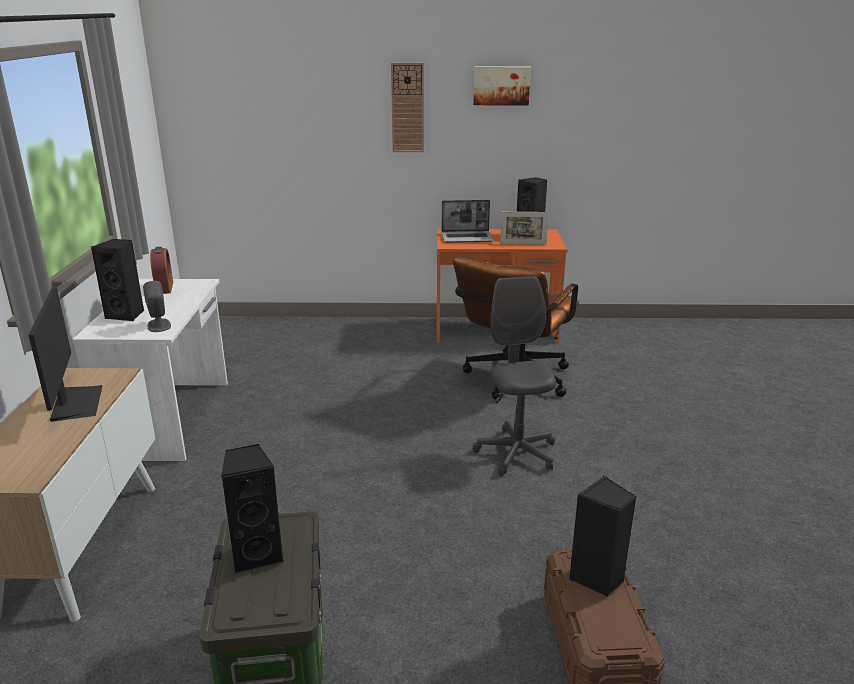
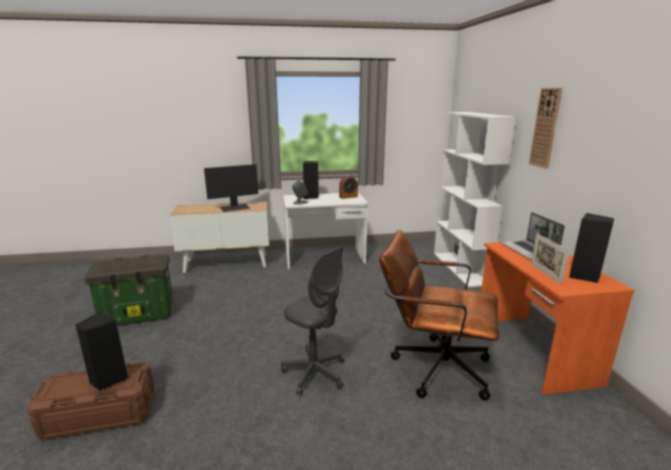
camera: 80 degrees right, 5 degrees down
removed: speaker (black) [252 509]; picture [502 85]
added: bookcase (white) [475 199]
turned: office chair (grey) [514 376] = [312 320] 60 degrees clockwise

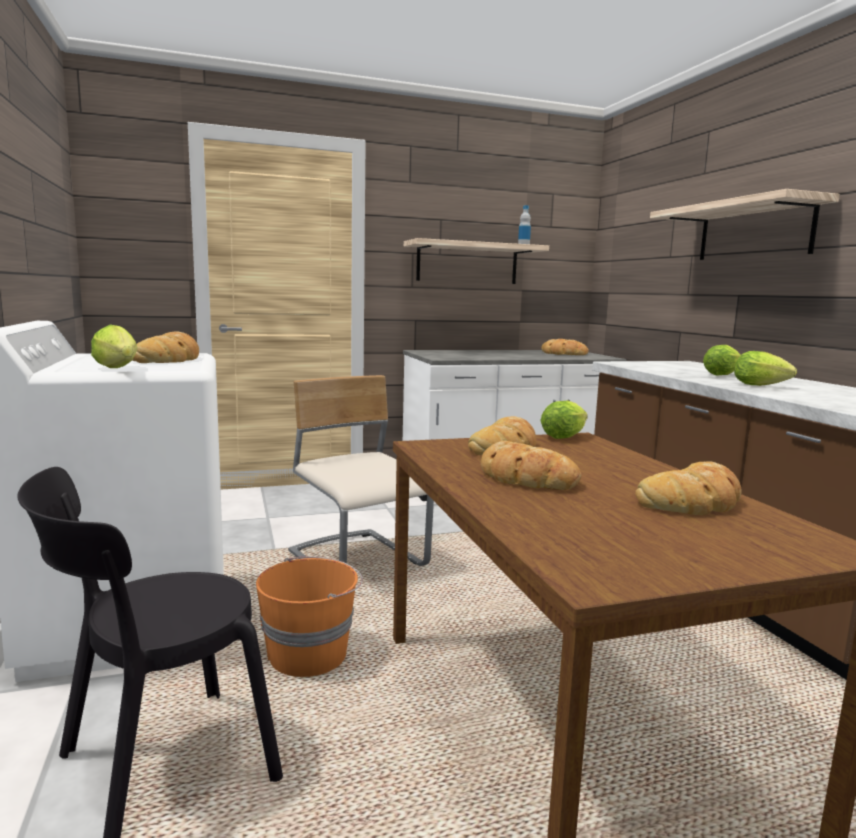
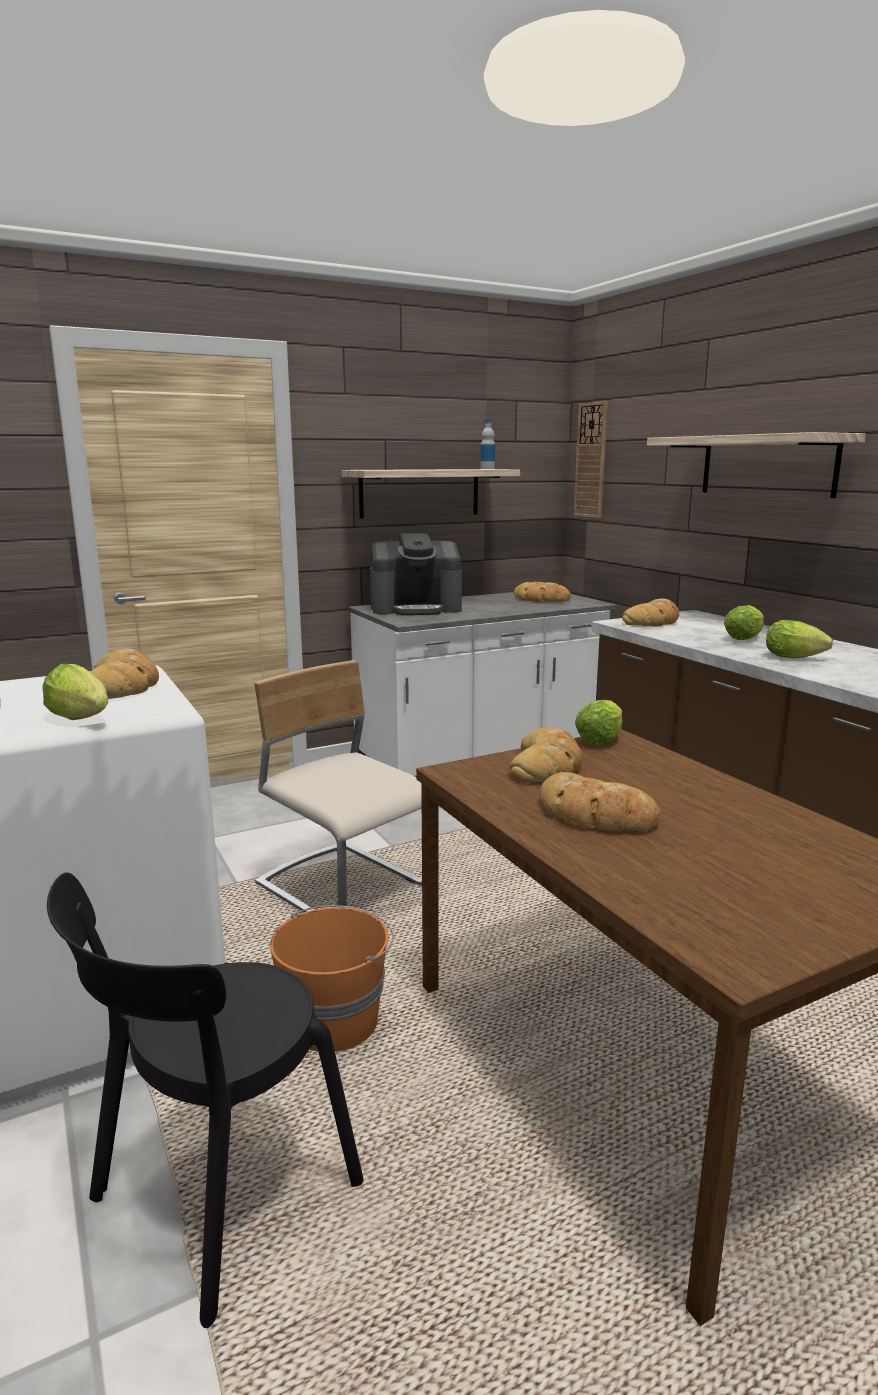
camera: 10 degrees left, 5 degrees up
added: coffee machine [416 574]; wall clock [591 459]
moved: bread [688 488] to [650 612]

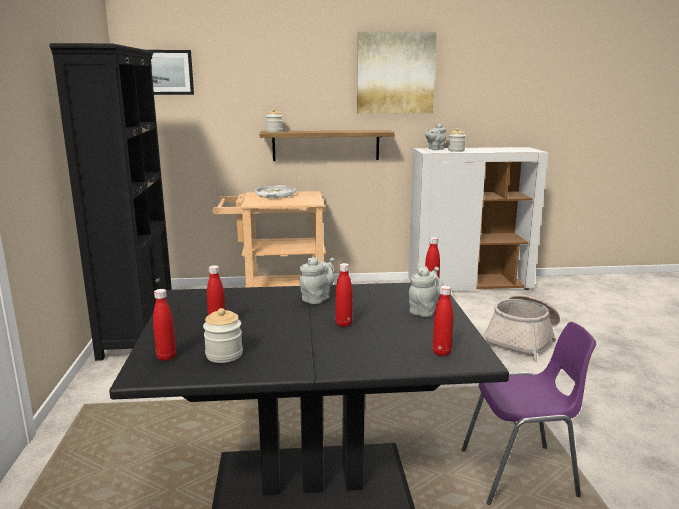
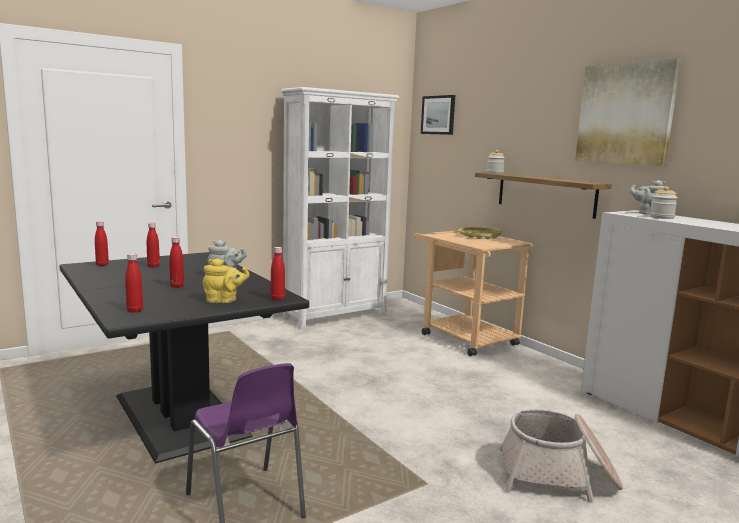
camera: 60 degrees right, 5 degrees down
removed: jar [223 335]
recoloured: bookcase (black) [110 202] to bookcase (white) [340 208]; tray (white) [275 192] to tray (yellow) [480 233]; teapot (grey) [426 291] to teapot (yellow) [226 280]

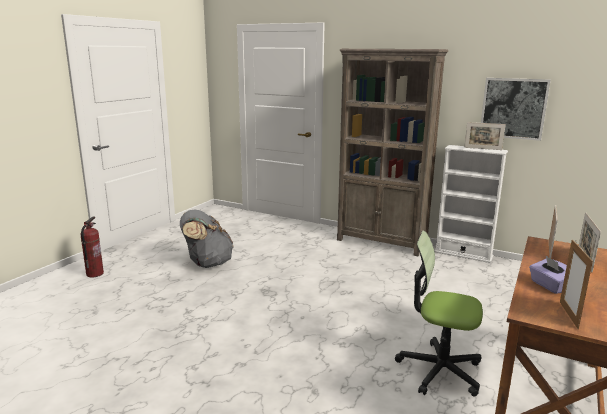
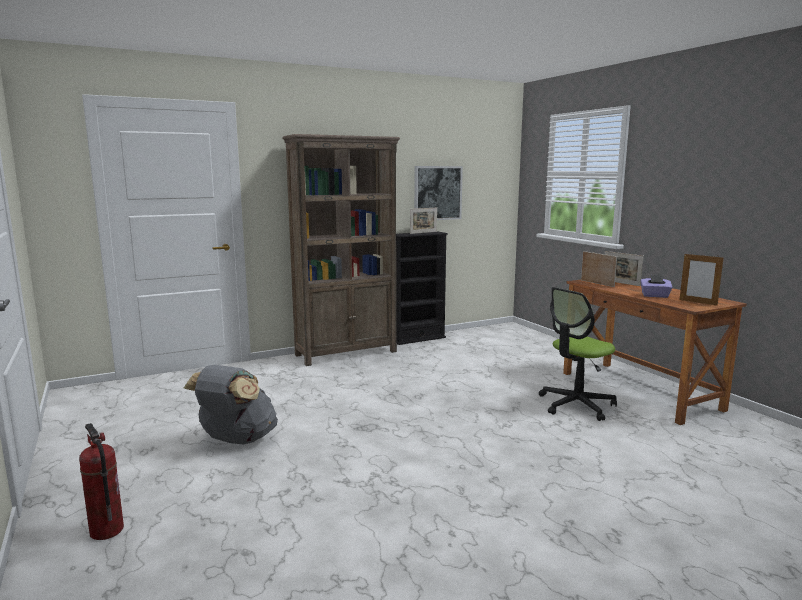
camera: 55 degrees left, 5 degrees down
recoloured: bookcase (white) [471 204] to bookcase (black) [422 288]

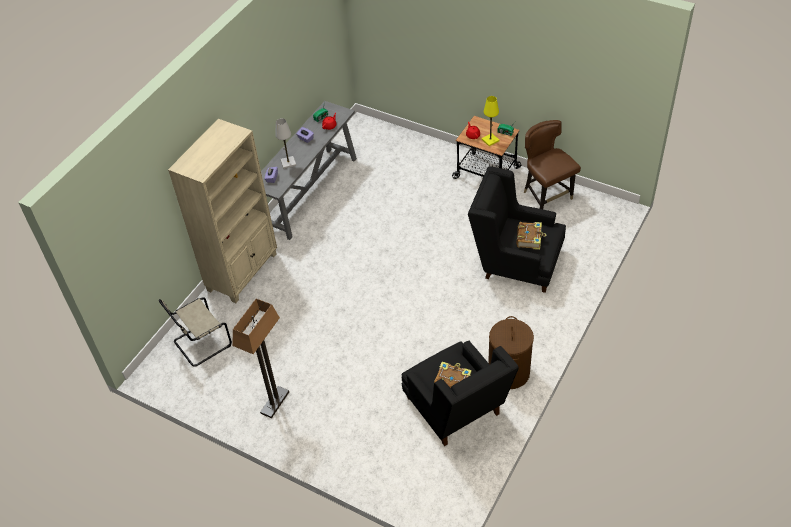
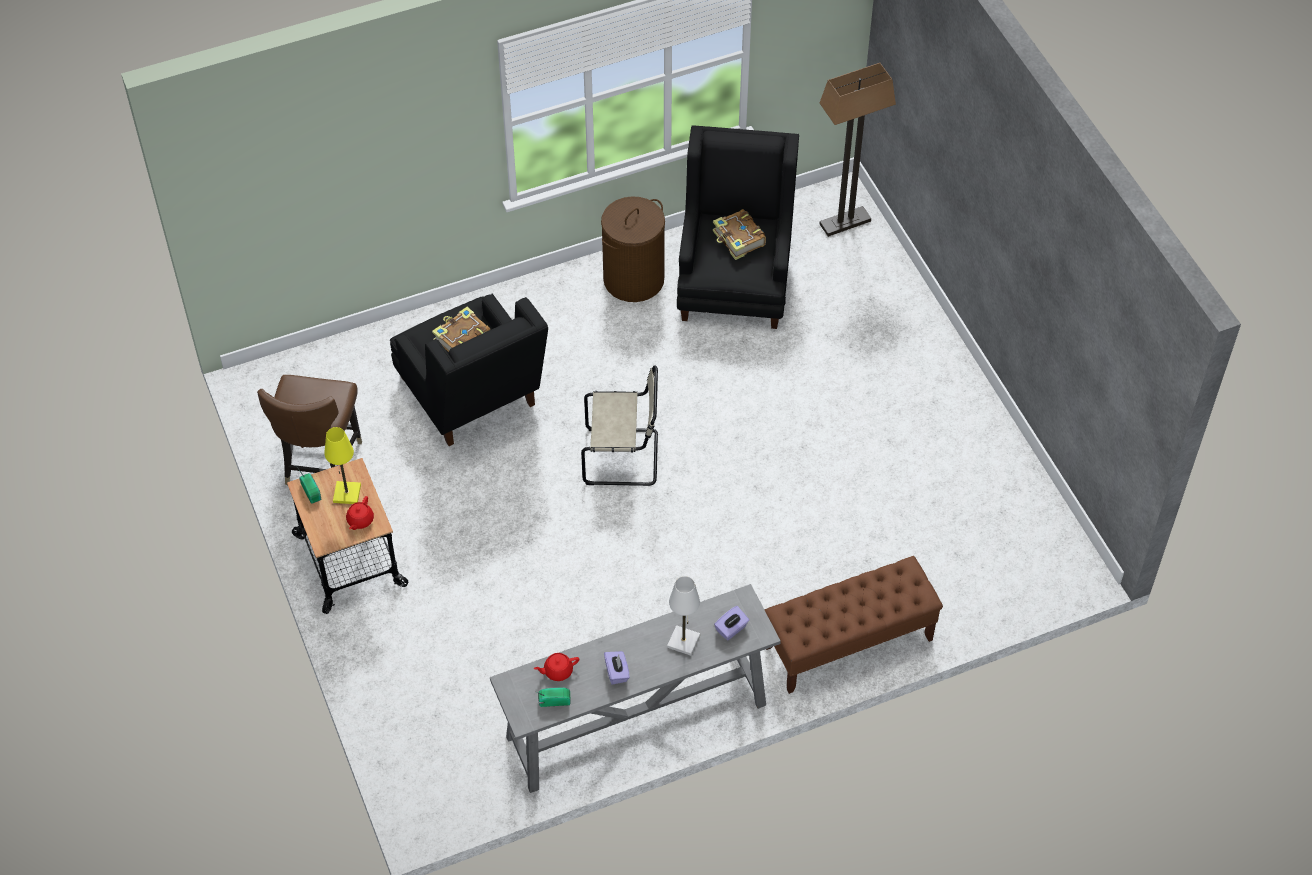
camera: 145 degrees left, 5 degrees up
moved: chair (beige) [195 332] to [619 425]; floor lamp [261 358] to [858 150]
replaced: bookcase (beige) [222 211] to bench (brown) [854 625]

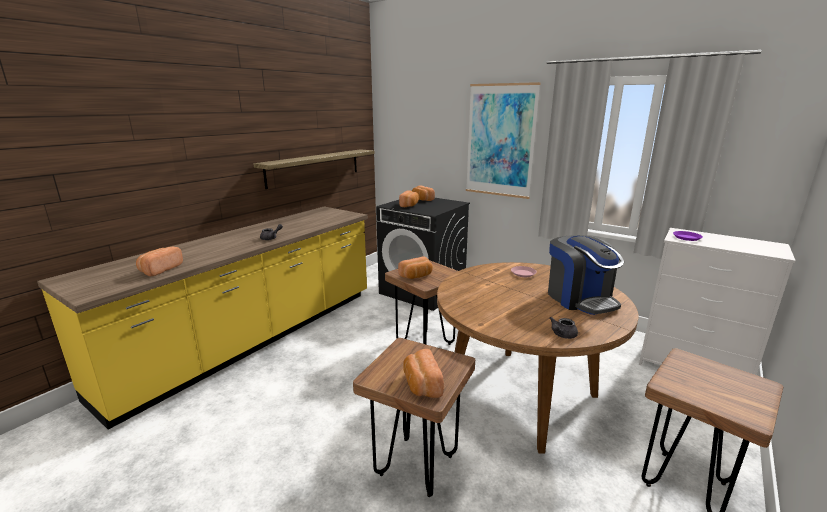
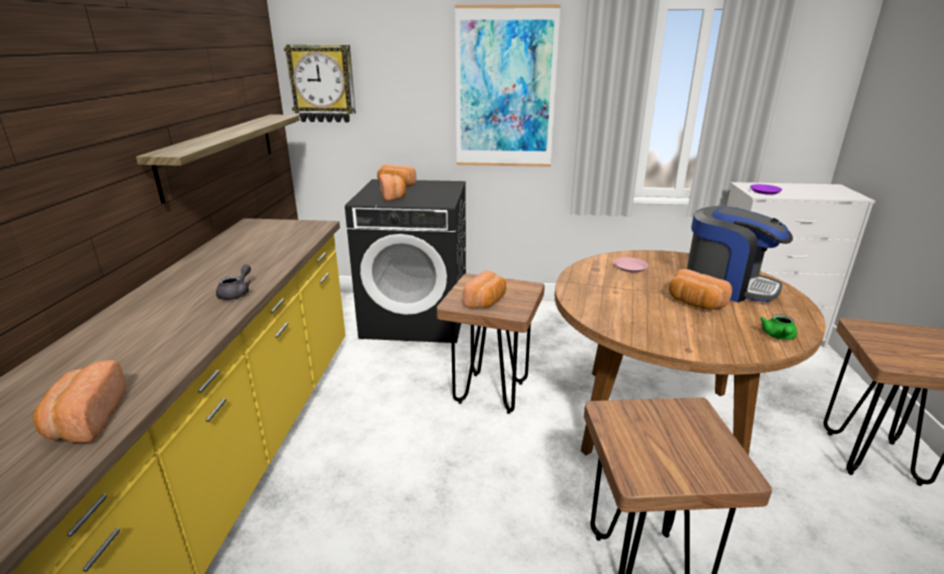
camera: 30 degrees left, 5 degrees up
added: wall clock [320 83]
moved: bread [423 373] to [700 289]
recoloured: teapot (grey) [564 328] to teapot (green) [778 327]

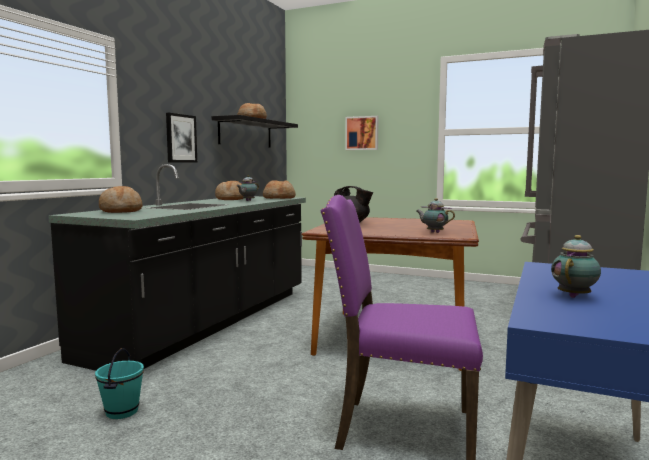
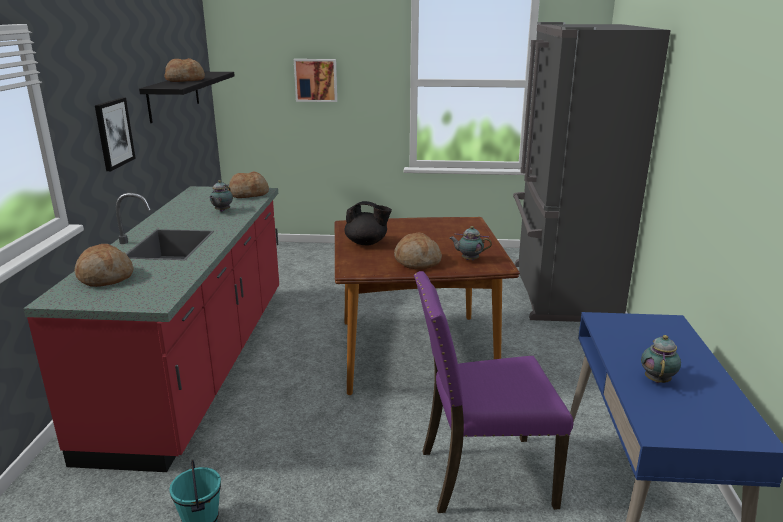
camera: 20 degrees left, 15 degrees up
moved: bread [229 190] to [418 250]
recoloured: counter (black) [177 267] to counter (red) [151 329]

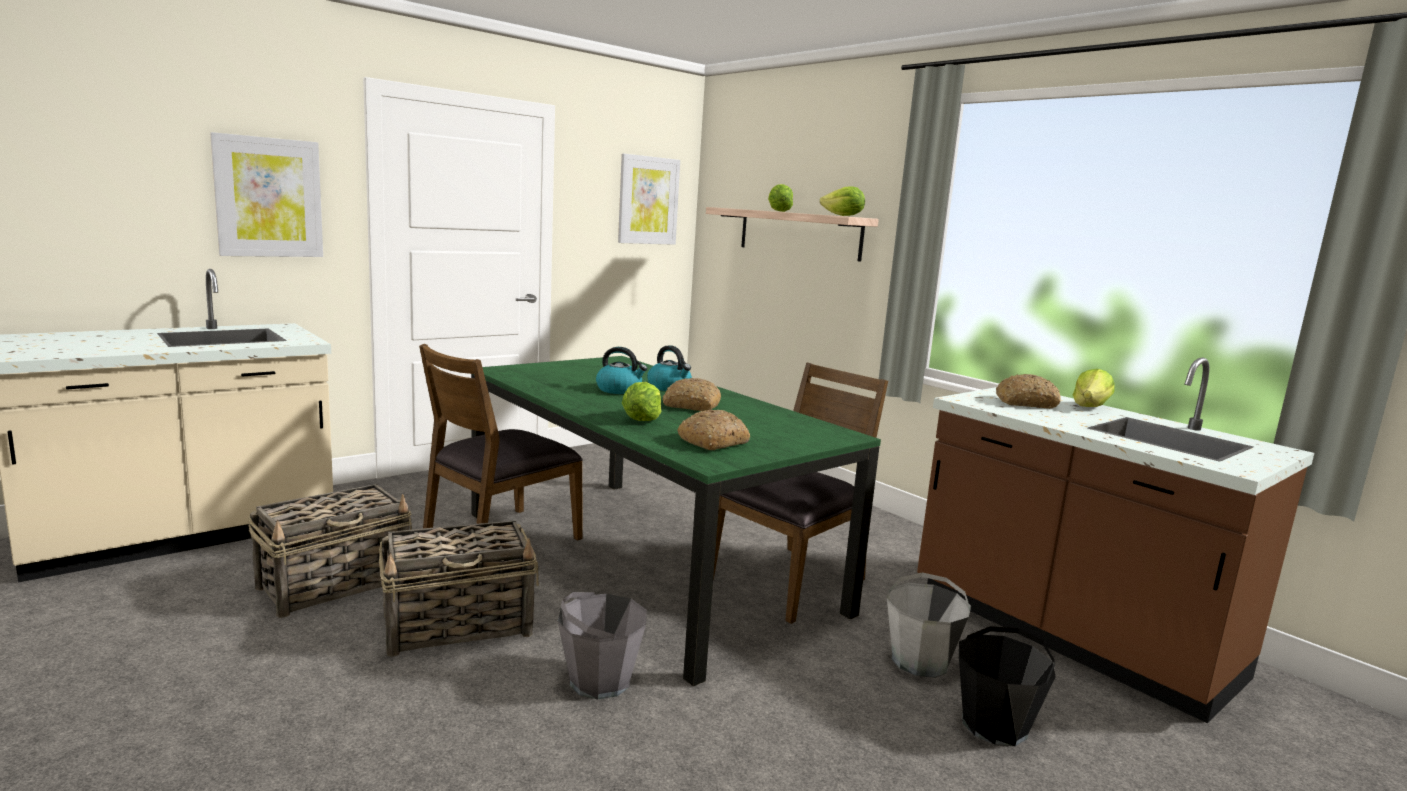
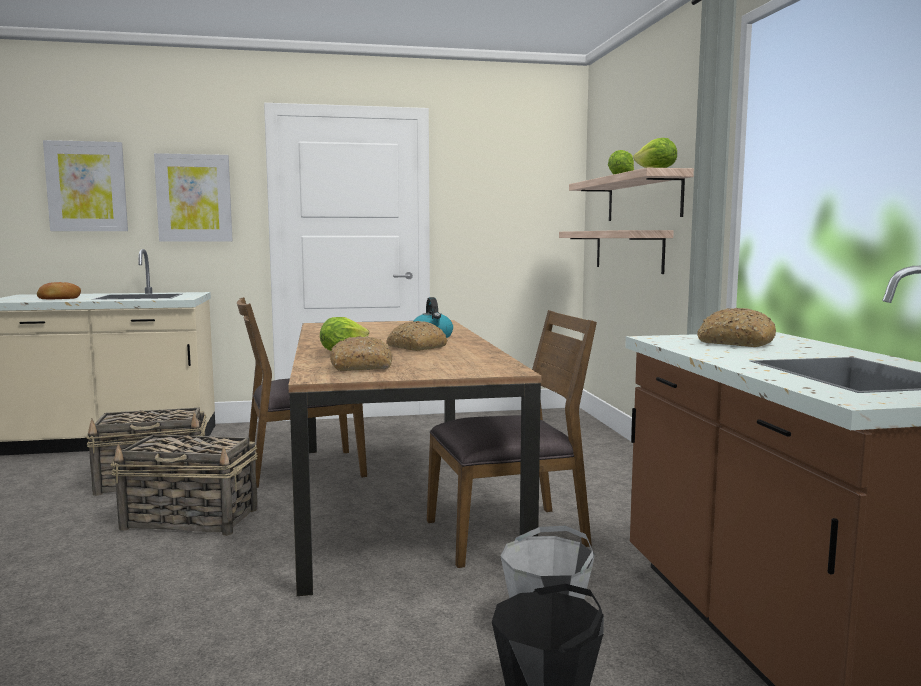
camera: 30 degrees right, 5 degrees down
removed: bucket (grey) [602 645]; kettle [621 370]; lettuce [1094 388]
added: bread [59 290]; shelf [616 252]
moved: picture [649 199] to [85 185]
recoloured: dining table (green) [676 521] to dining table (brown) [414 458]

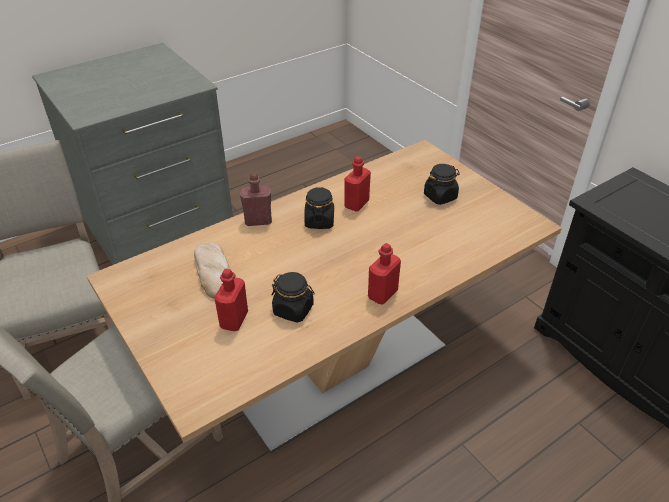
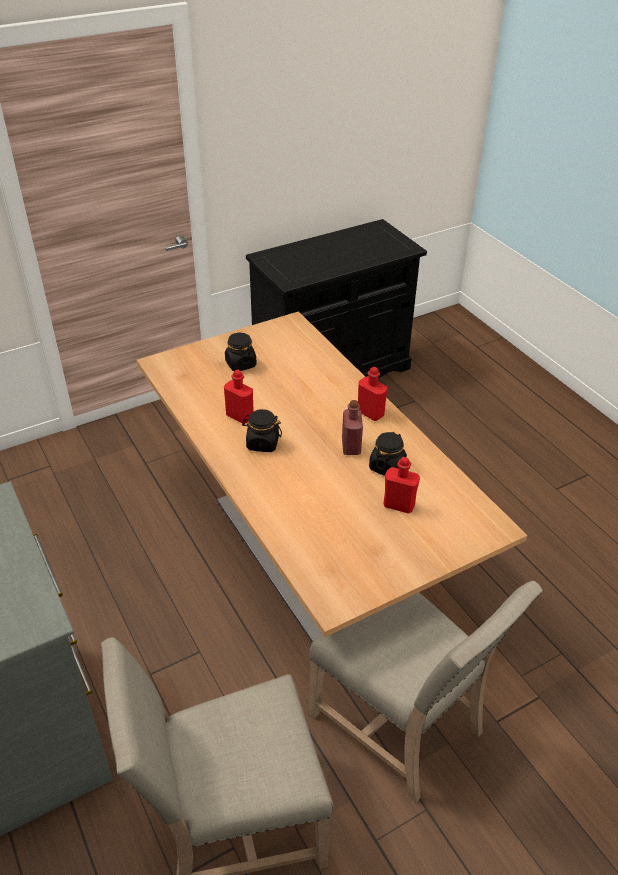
camera: 85 degrees left, 0 degrees up
removed: bread [211 270]
moved: bottle (red) [256 199] to [352 427]

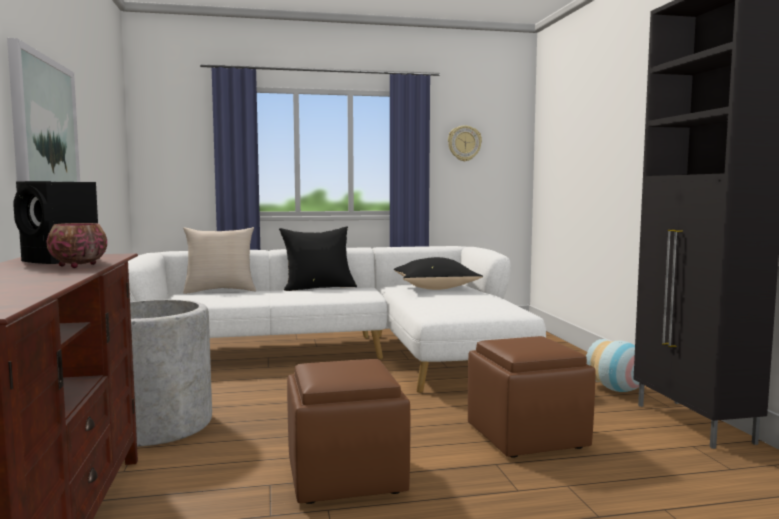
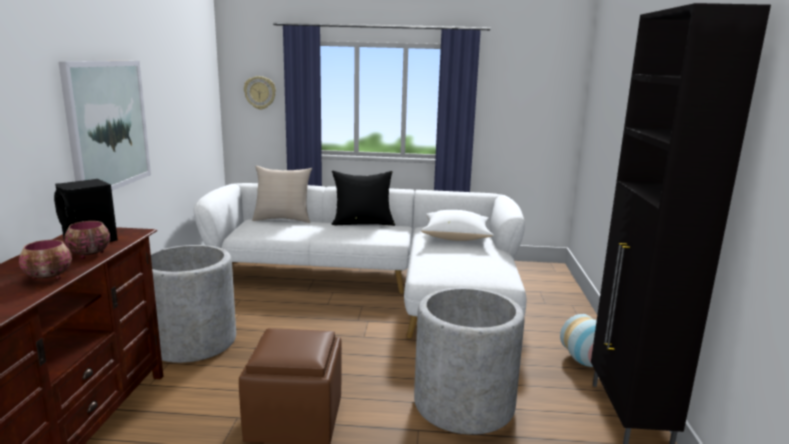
camera: 15 degrees right, 10 degrees up
added: bowl [45 260]
moved: wall clock [465 143] to [260 93]
replaced: ottoman (brown) [532 397] to planter (grey) [469 361]
recoloured: pillow (black) [438 273] to pillow (white) [457 225]

